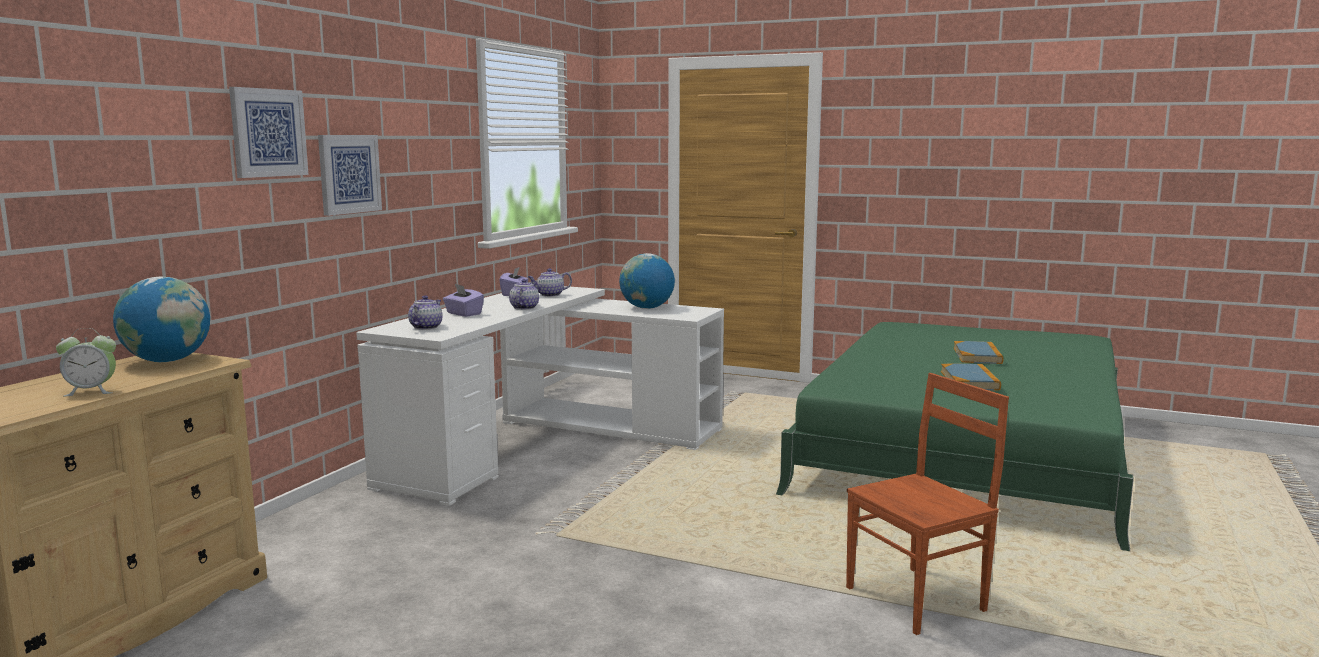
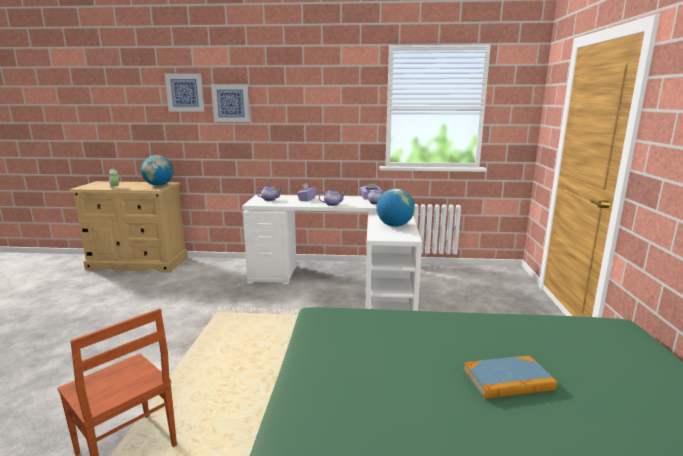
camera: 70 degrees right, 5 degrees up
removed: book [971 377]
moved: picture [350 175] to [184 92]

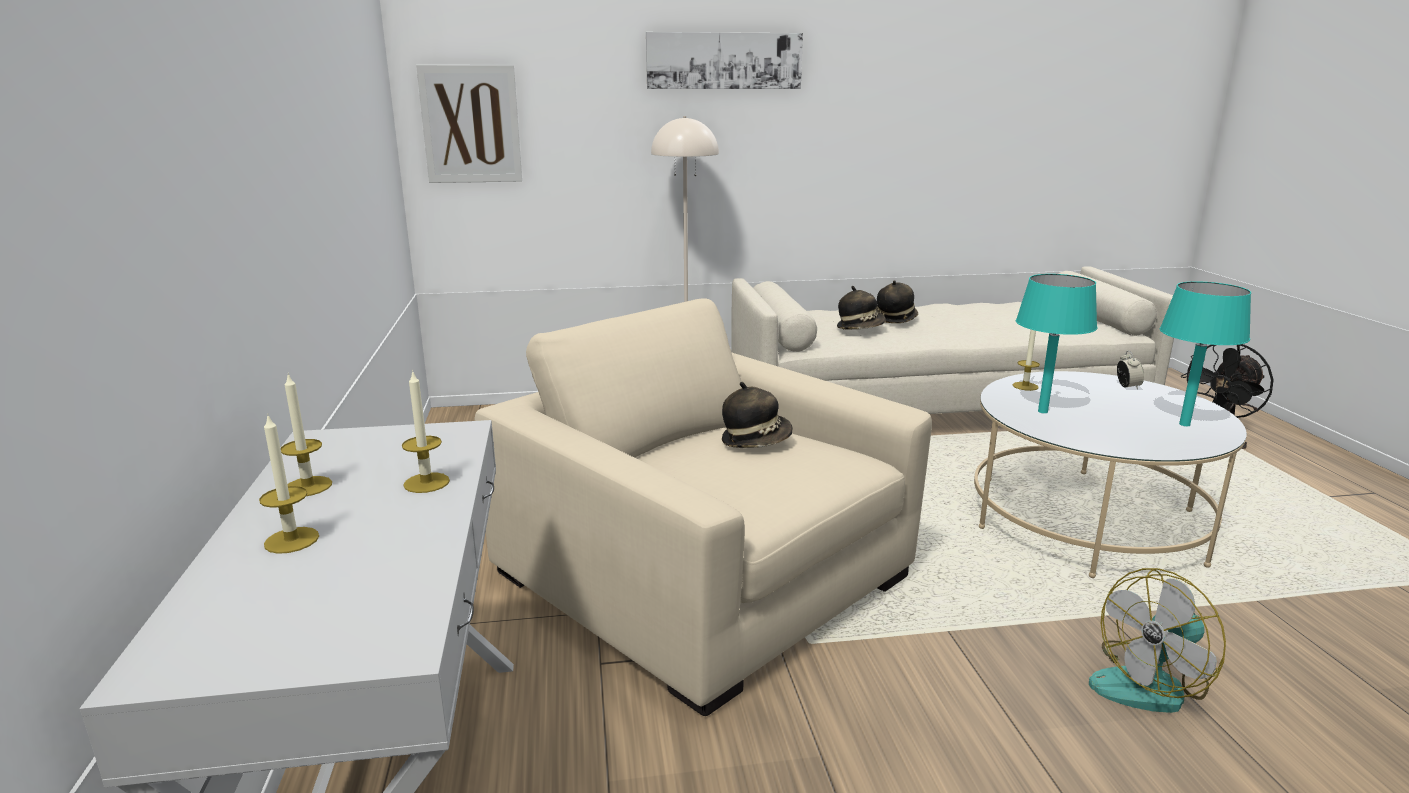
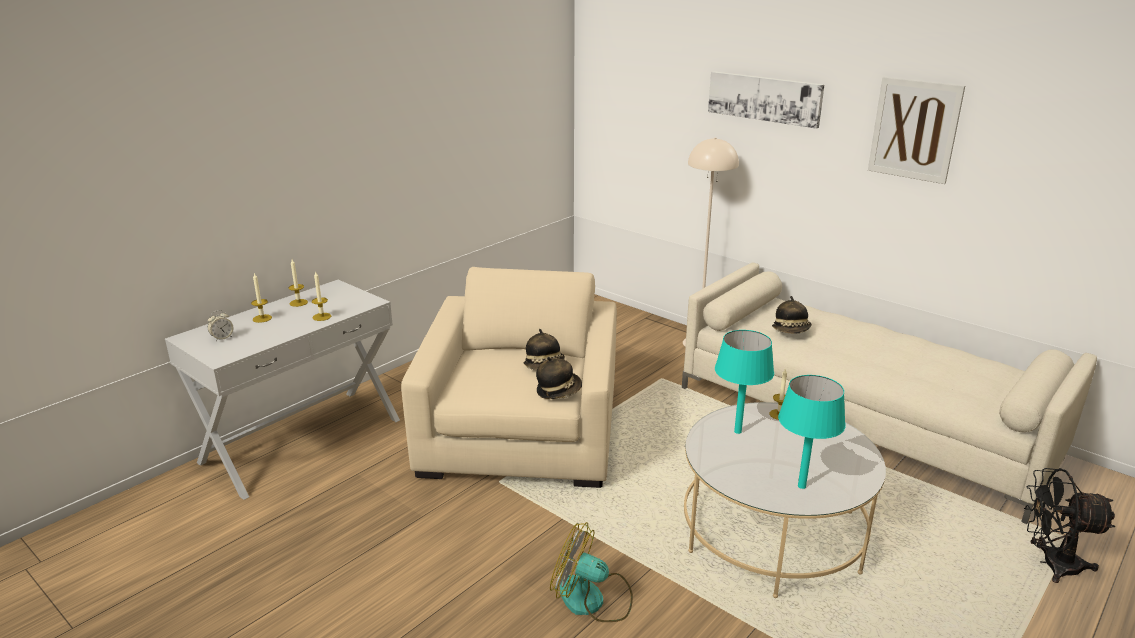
camera: 50 degrees right, 5 degrees up
moved: picture [469 124] to [916 130]; hat [897 301] to [559 378]; alarm clock [1130 370] to [220 325]

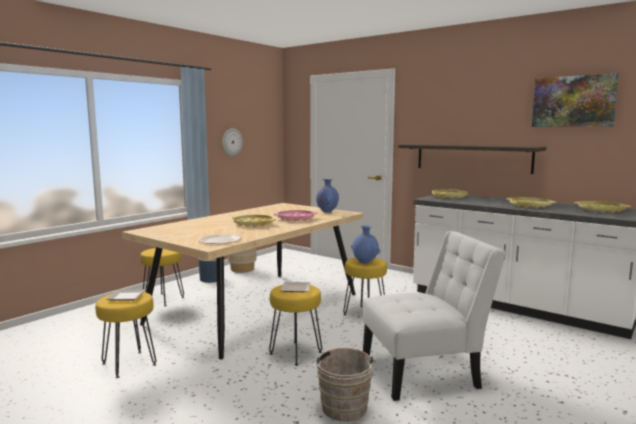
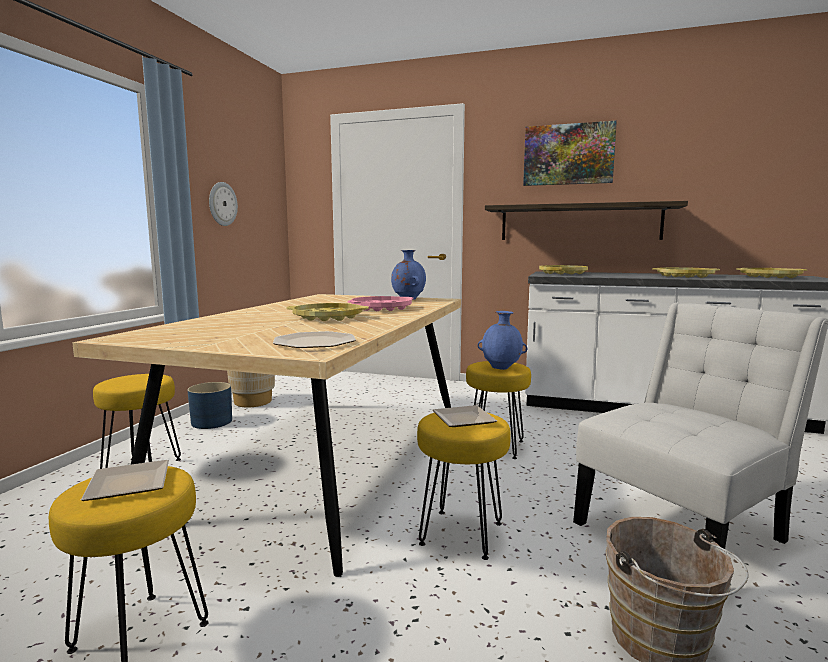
camera: 20 degrees left, 0 degrees up
moved: picture [575 100] to [570 153]

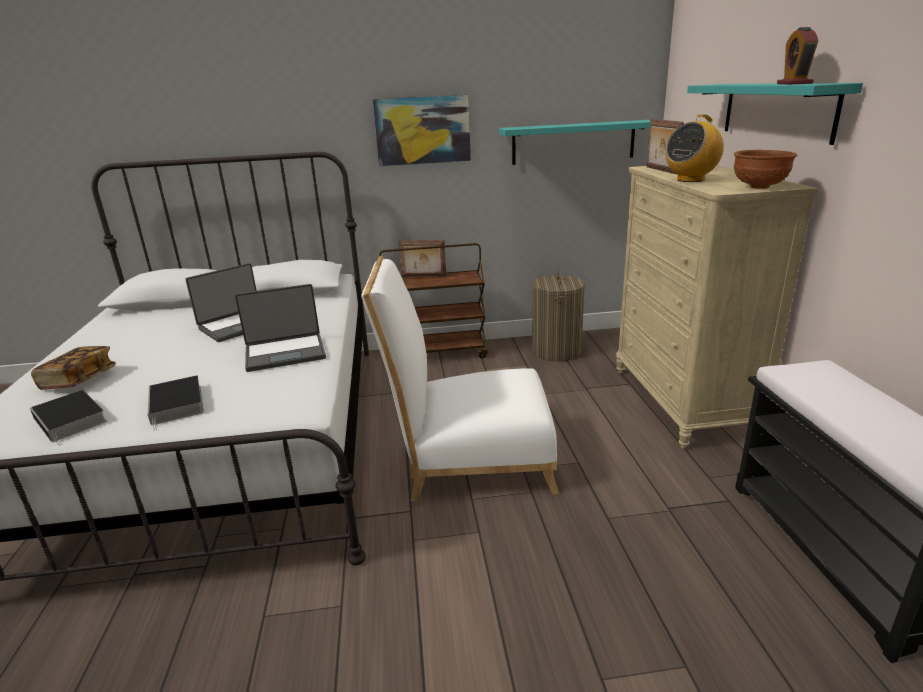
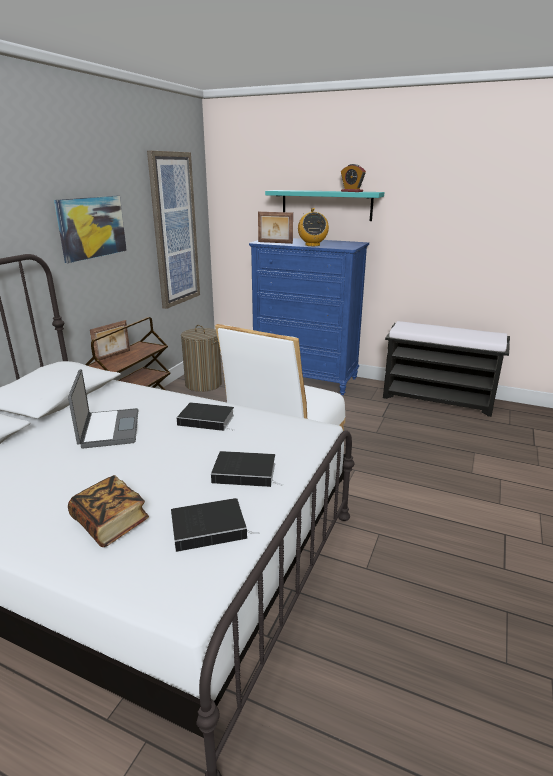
camera: 60 degrees left, 0 degrees up
removed: bowl (brown) [766 169]
replaced: laptop [280 328] to book [205 416]; shelf (turquoise) [574 142] to picture [173 230]
recoloured: dresser (beige) [717 307] to dresser (blue) [309 316]

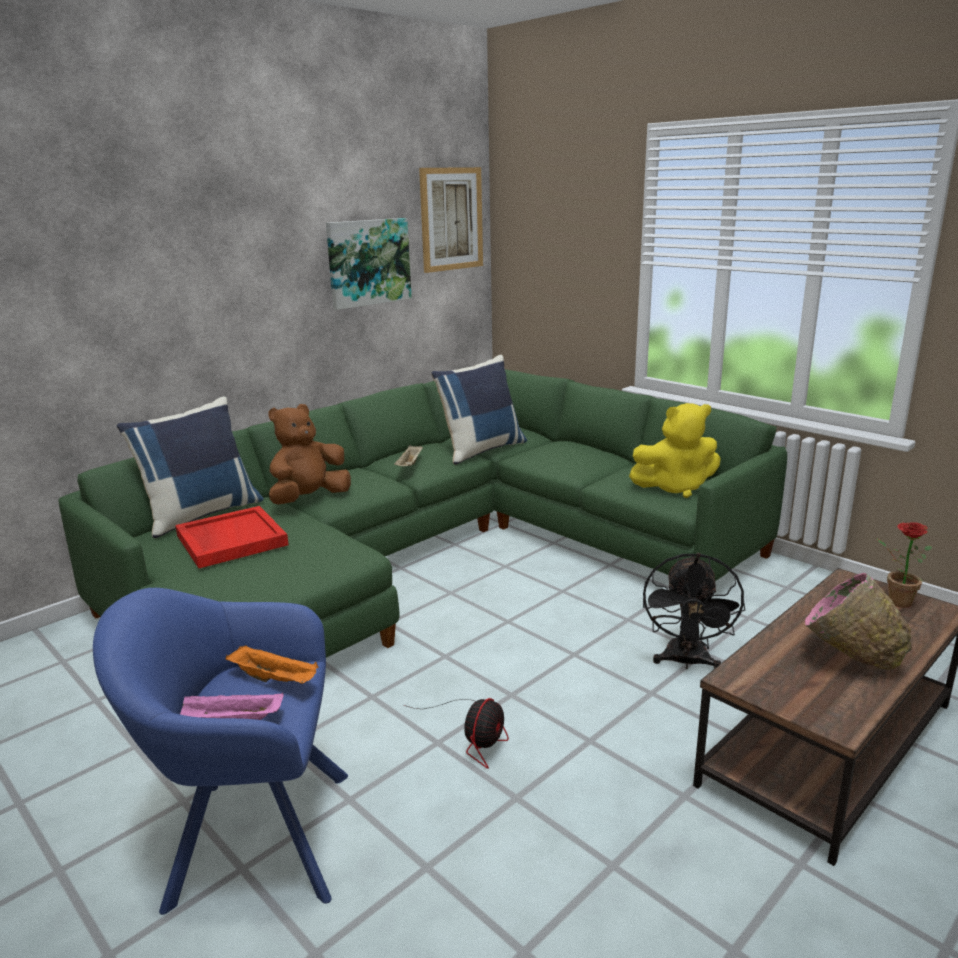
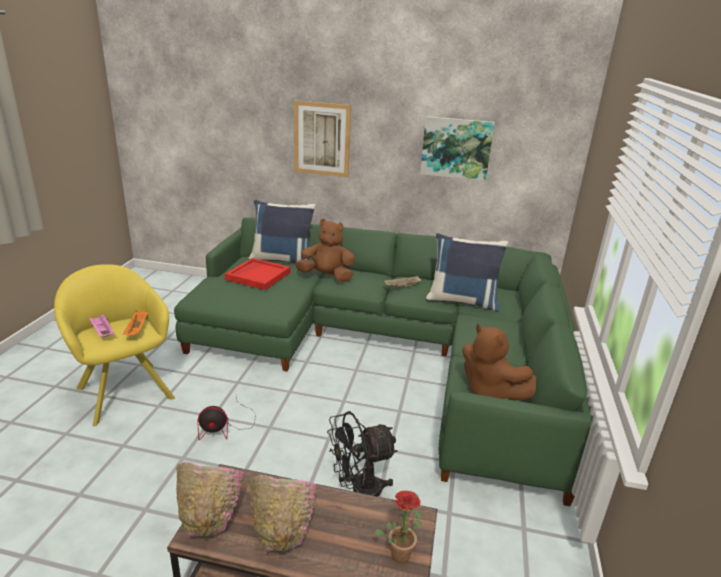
camera: 55 degrees right, 5 degrees up
added: bowl (pink) [210 499]
moved: picture [451 220] to [322 138]
recoloured: armchair (blue) [220 751] to armchair (yellow) [114 345]; plush toy (yellow) [675 450] to plush toy (brown) [499 362]

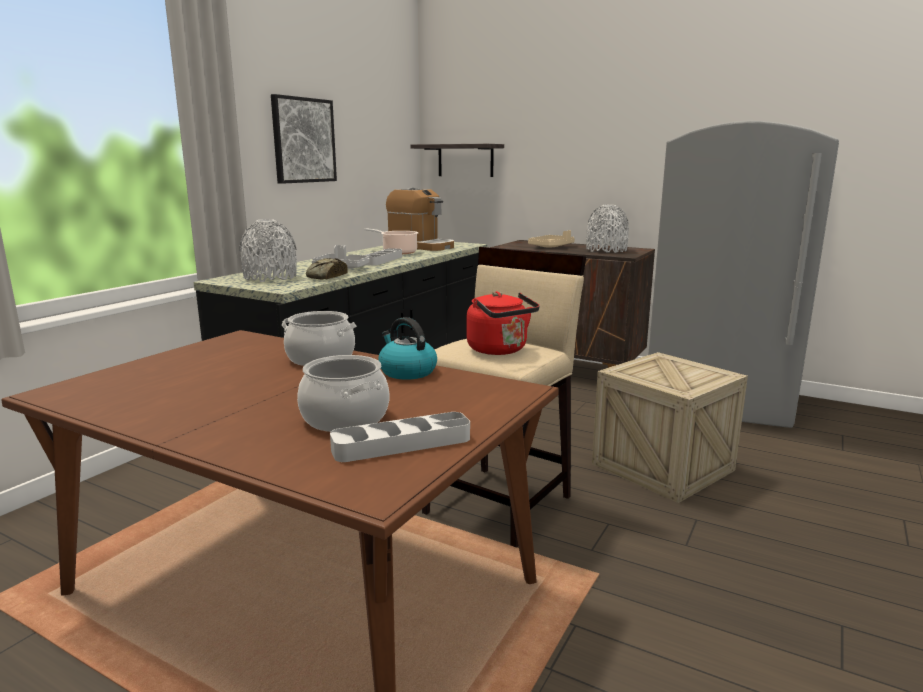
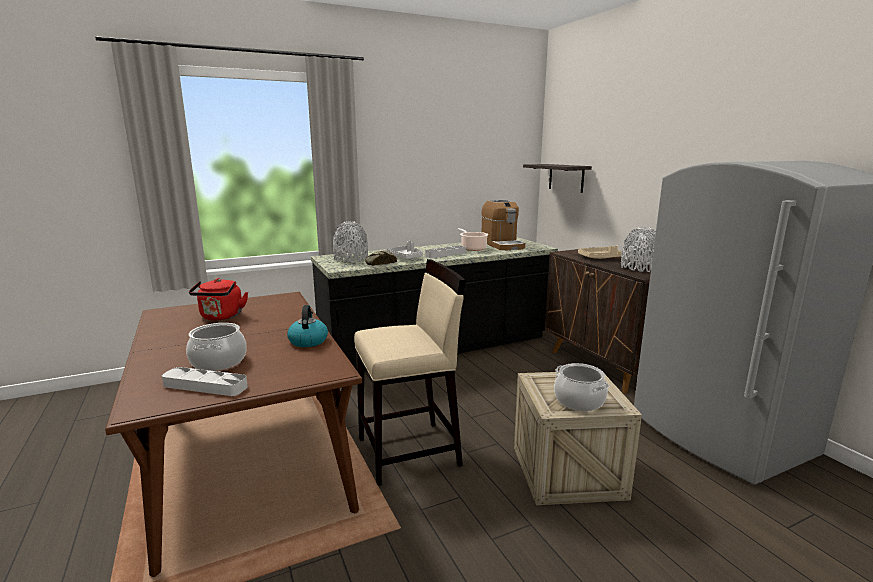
camera: 35 degrees right, 0 degrees up
removed: picture [304 139]
moved: cooking pot [319 338] to [581 387]; kettle (red) [503 323] to [218 299]

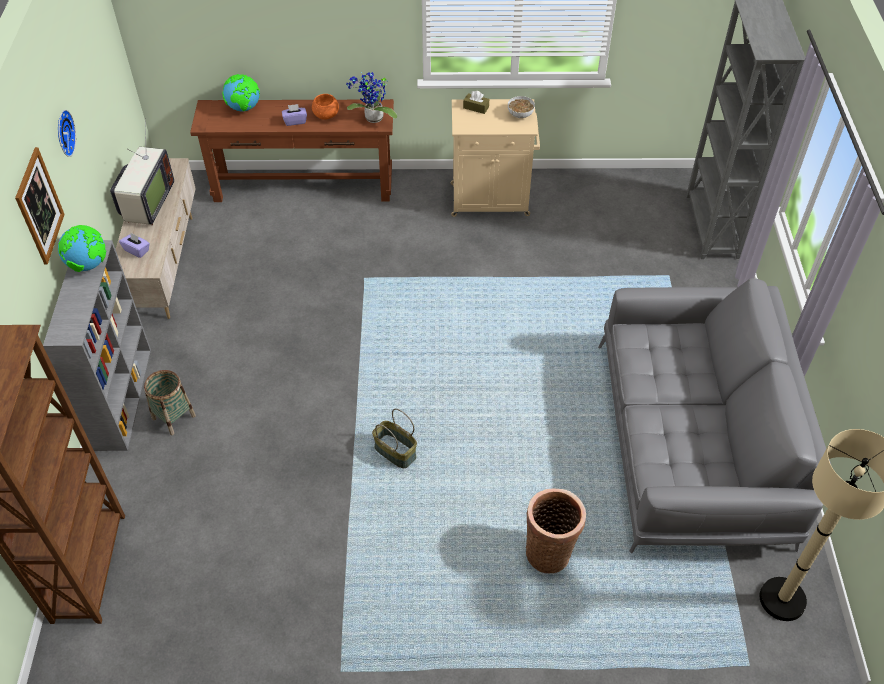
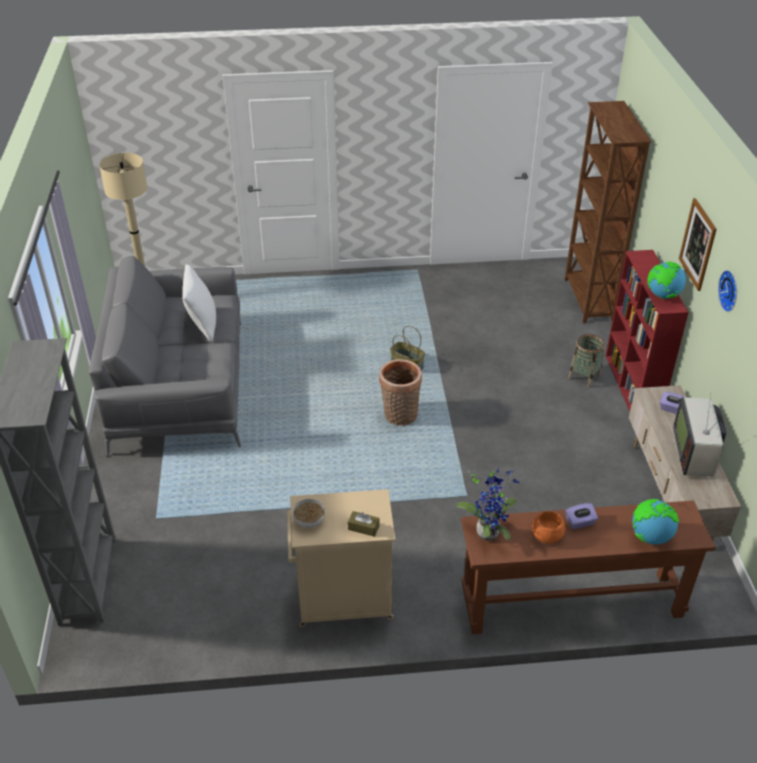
camera: 175 degrees right, 10 degrees down
added: pillow (white) [199 303]
moved: basket [556 530] to [400 392]
recoloured: bookcase (grey) [97 345] to bookcase (red) [647 330]

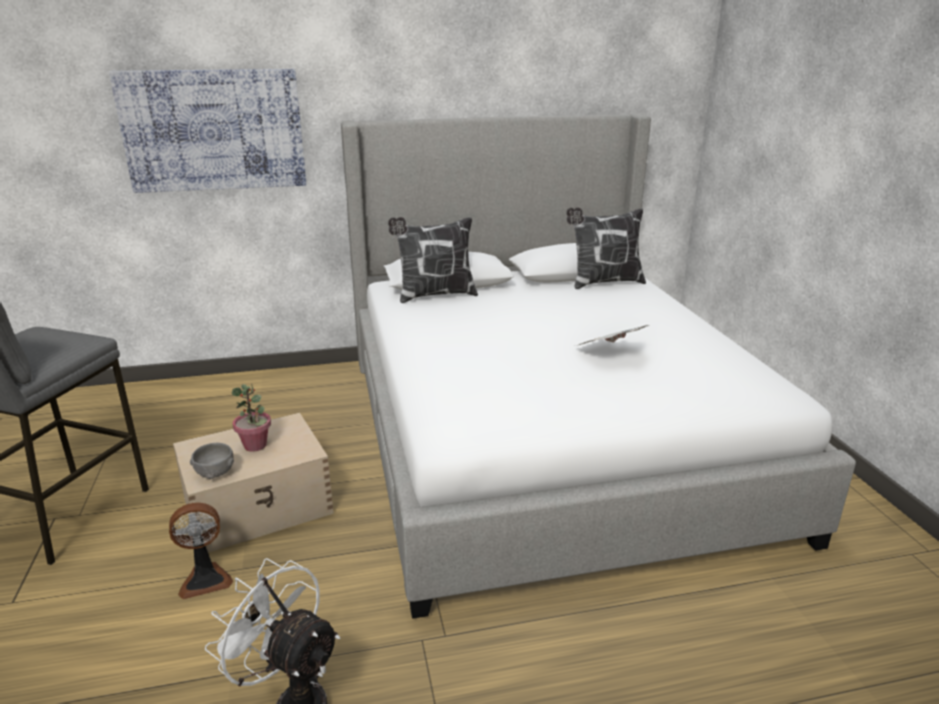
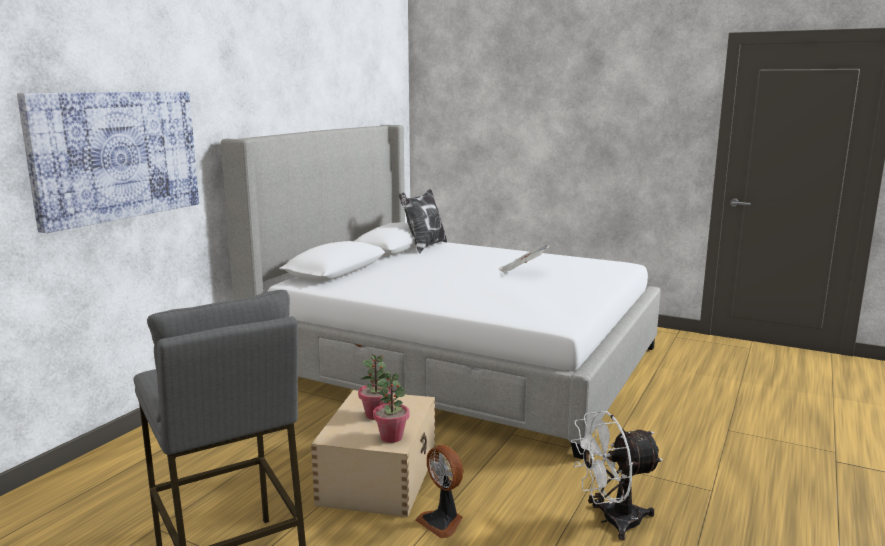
camera: 50 degrees left, 10 degrees down
removed: pillow [433 260]
replaced: bowl (grey) [212 461] to potted plant [391 408]
turned: fan [201 551] = [439 491] 120 degrees clockwise

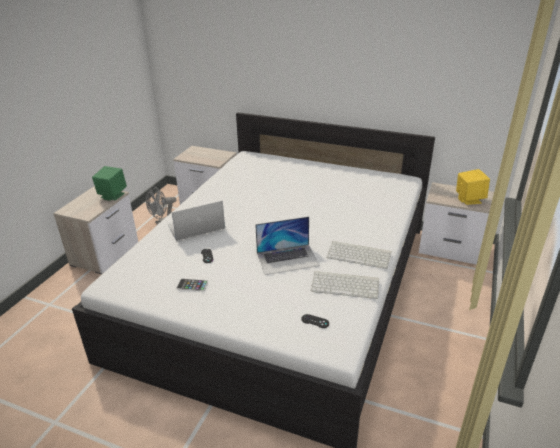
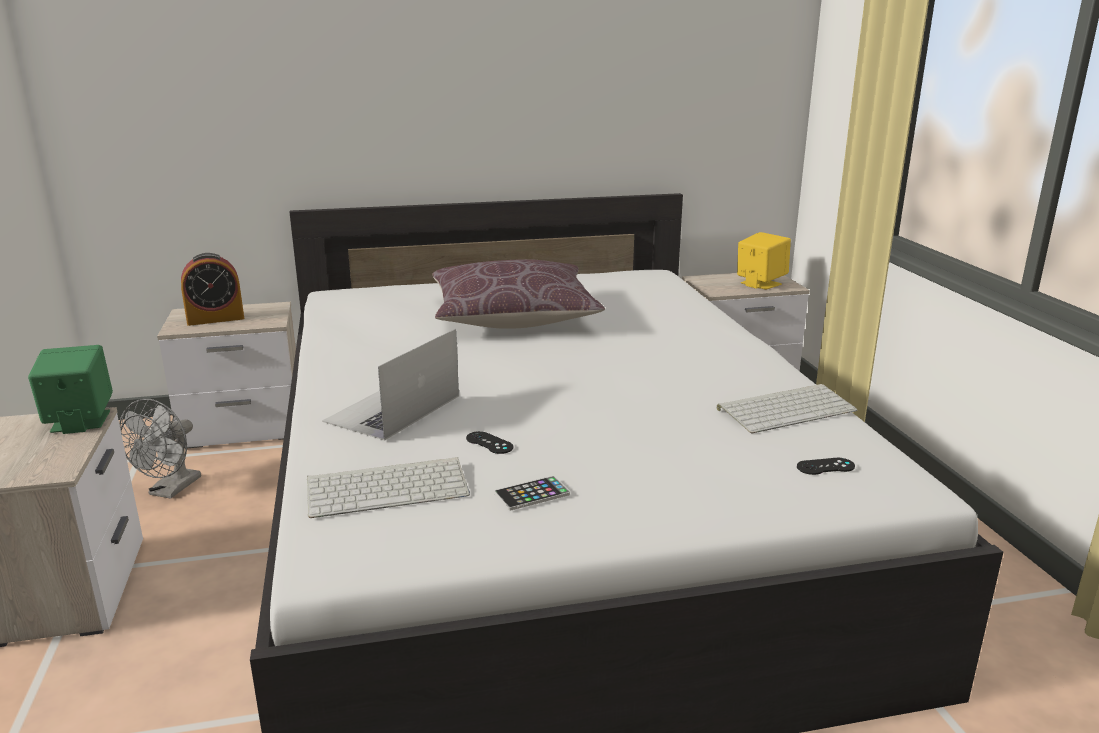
camera: 35 degrees left, 10 degrees down
removed: laptop [287 246]
added: alarm clock [212 289]; pillow (brown) [519 294]
moved: keyboard [359 255] to [388 487]

